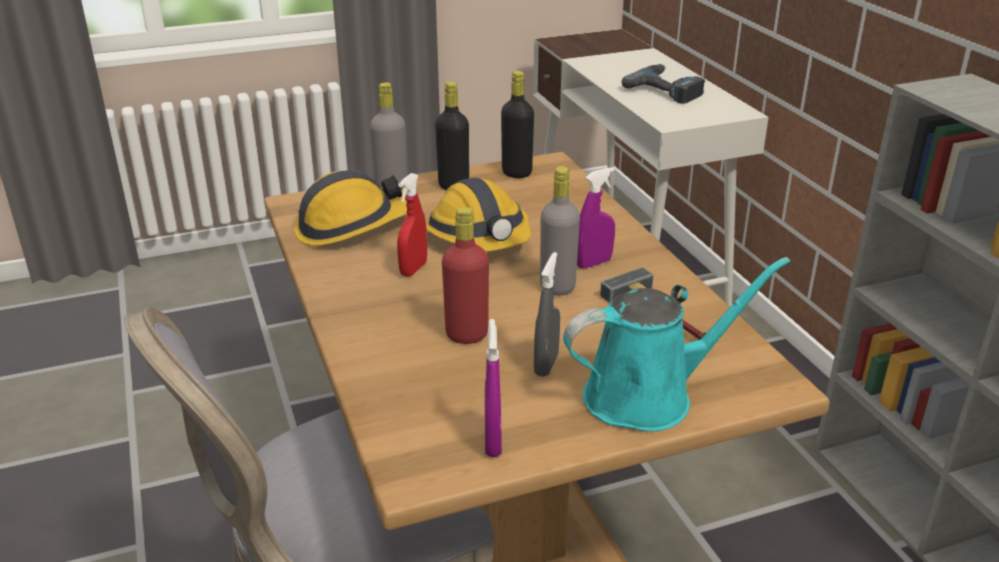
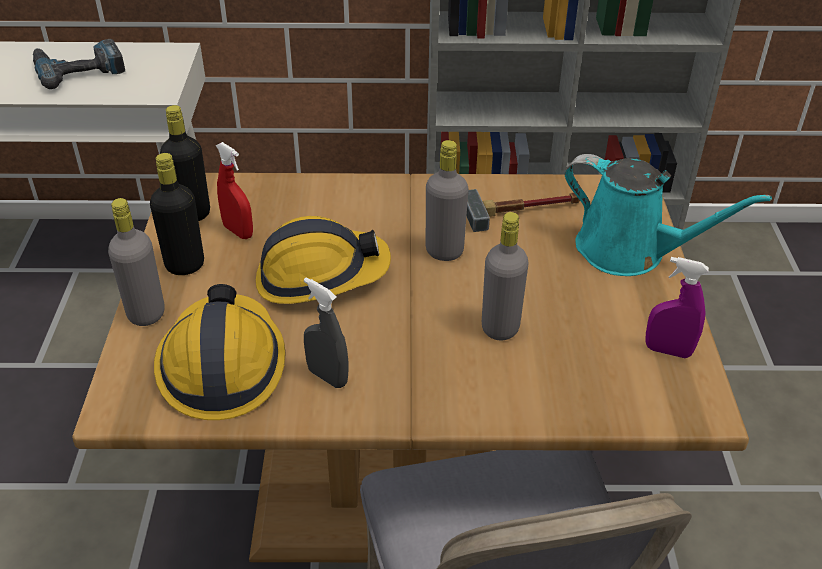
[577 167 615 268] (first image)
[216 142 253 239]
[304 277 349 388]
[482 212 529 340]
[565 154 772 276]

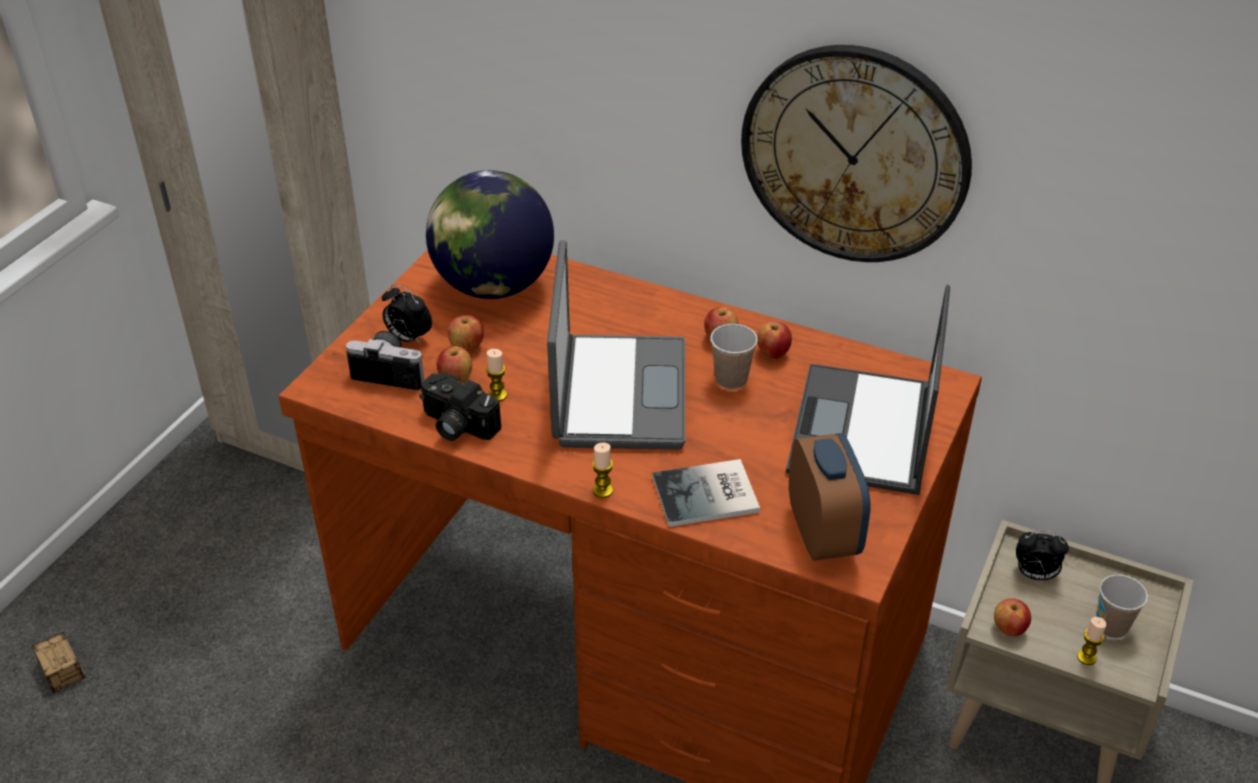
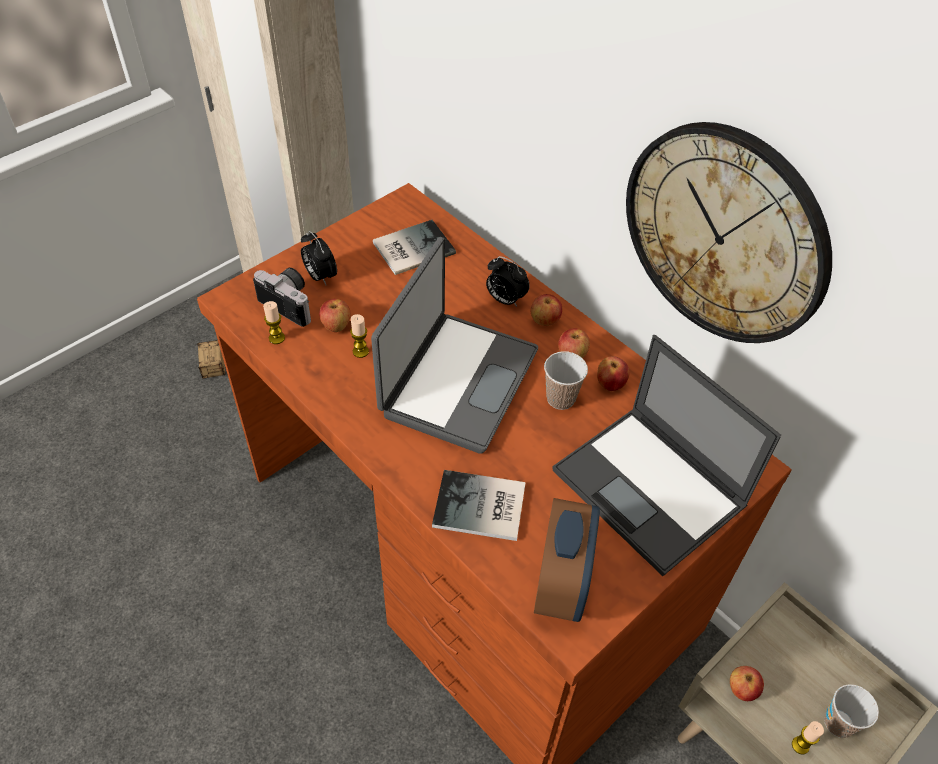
[420 372 501 441] (first image)
[197 340 225 379]
[531 294 562 326]
[263 301 285 344]
[486 256 530 307]
[373 220 456 275]
[552 335 781 576]

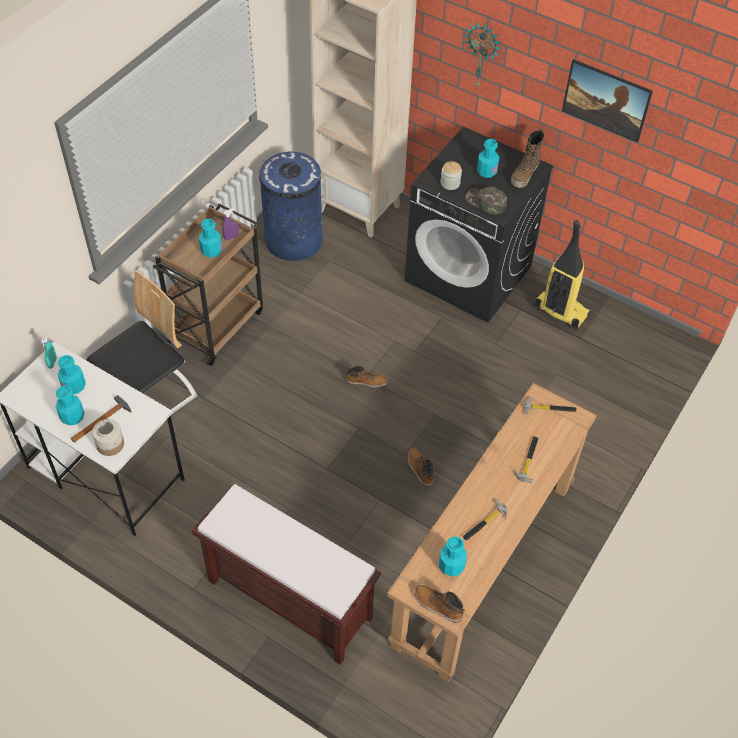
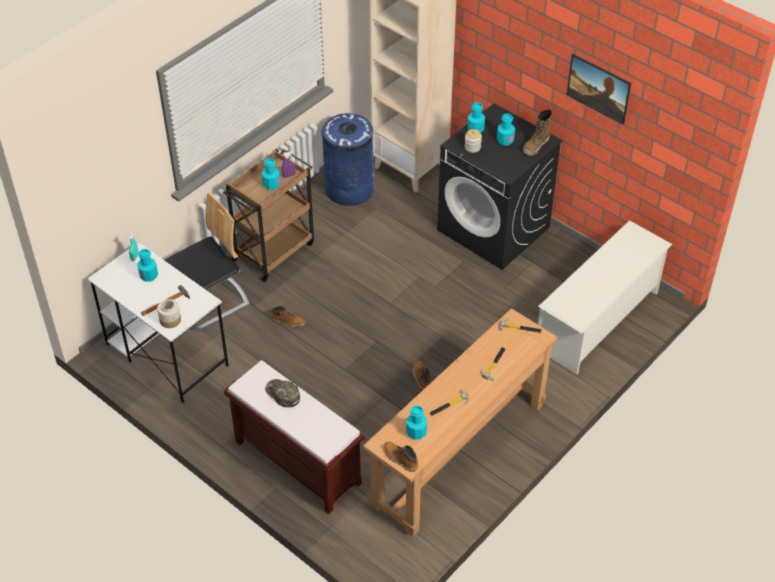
[463 22 501 89] (first image)
[533 220 591 330] (first image)
[538 220 672 374]
[467 102 485 133]
[270 306 306 327]
[265 379 300 408]

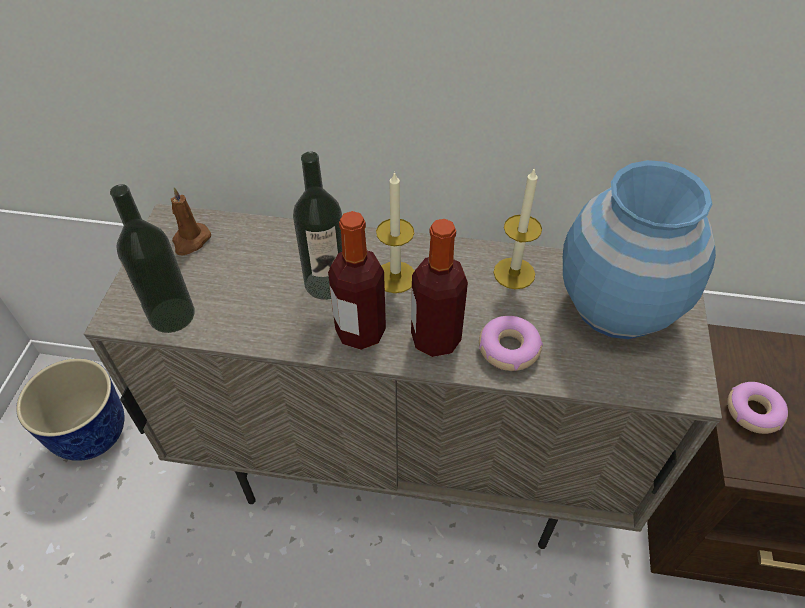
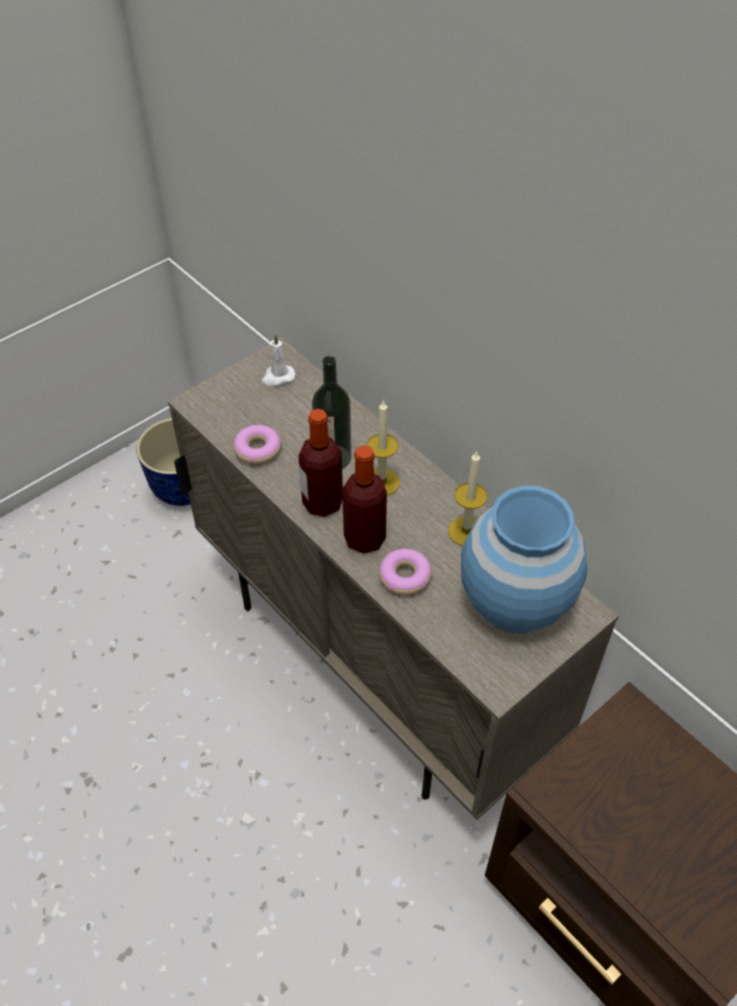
[110 184 194 333] (first image)
[233 425 282 465]
[261 334 295 386]

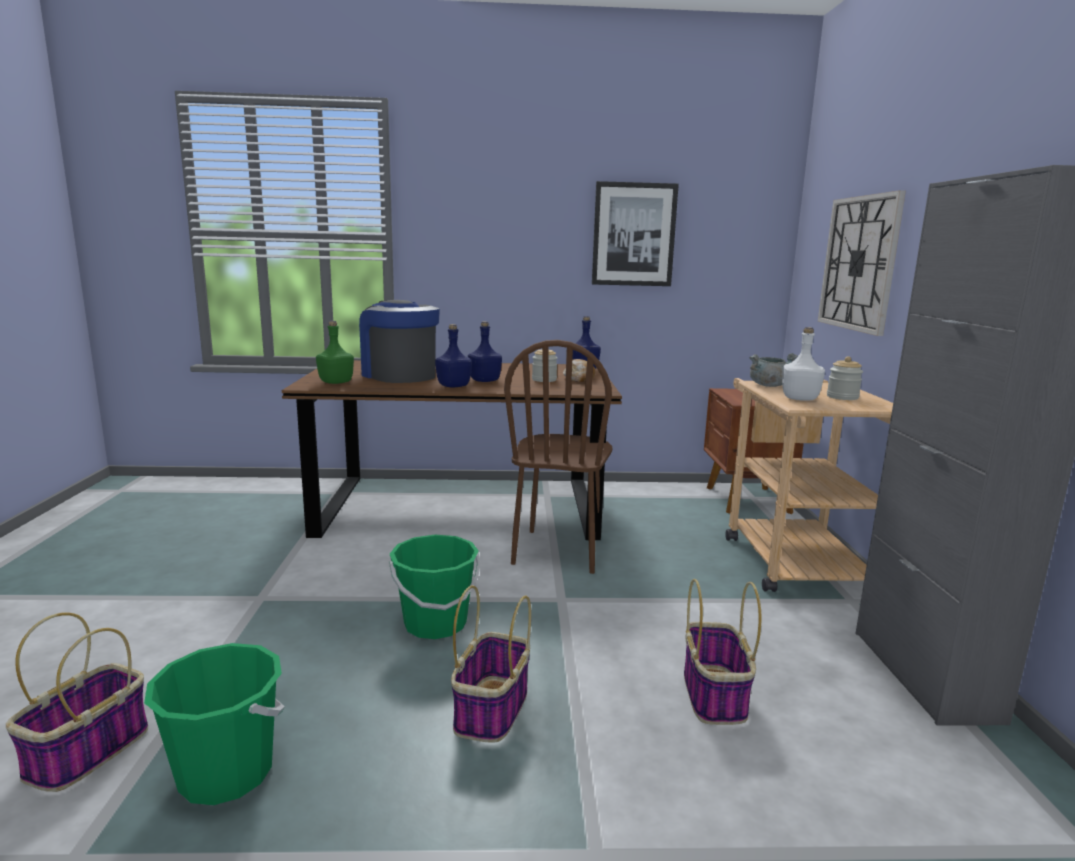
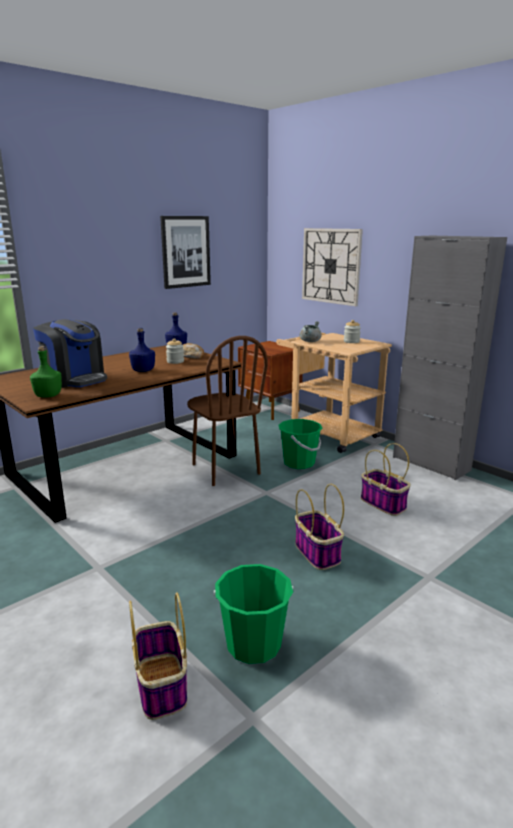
[435 324 472 387] (first image)
[782 327 825 401] (first image)
[278 419 322 469]
[33 319 107 388]

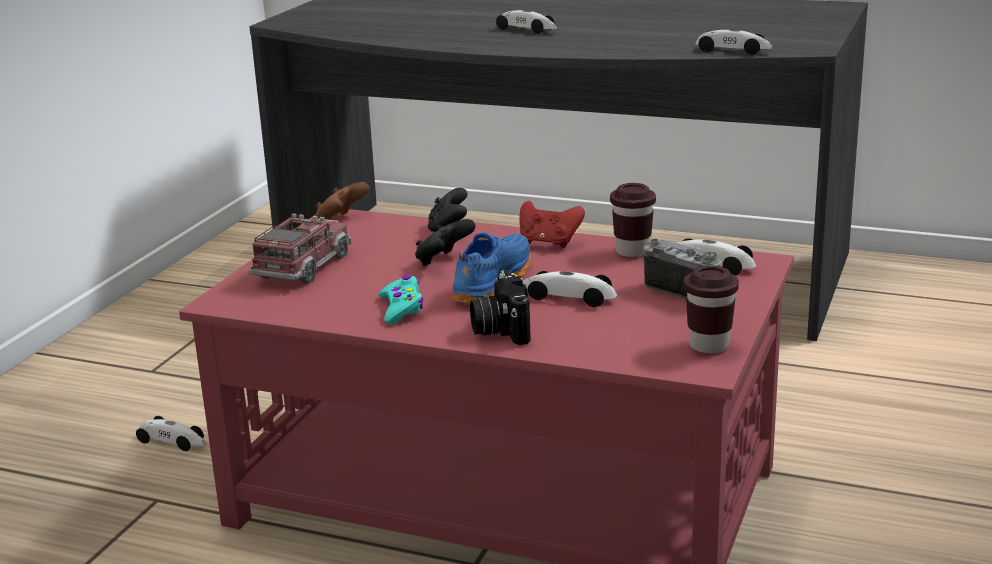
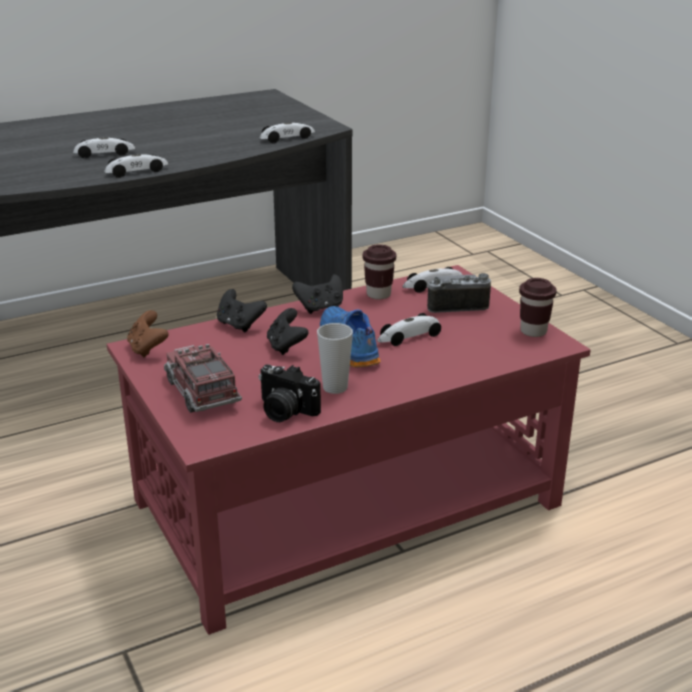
[104 154 169 178]
[259 364 321 422]
[317 323 353 394]
[292 274 343 314]

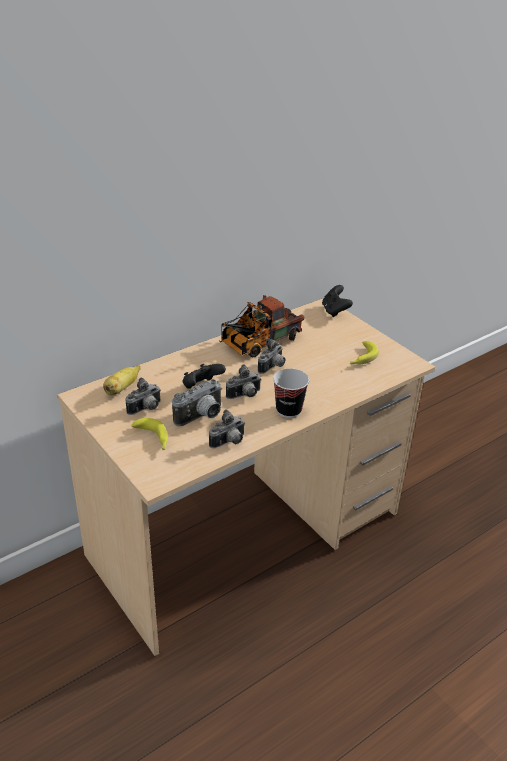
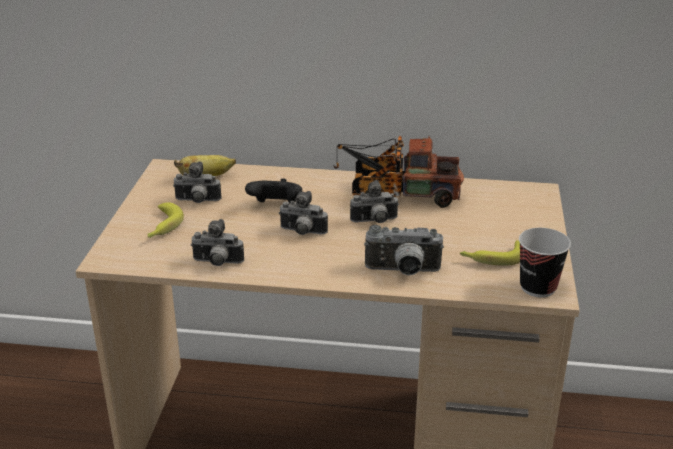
[322 285 353 317] (first image)
[364 225 444 276]
[519 228 571 297]

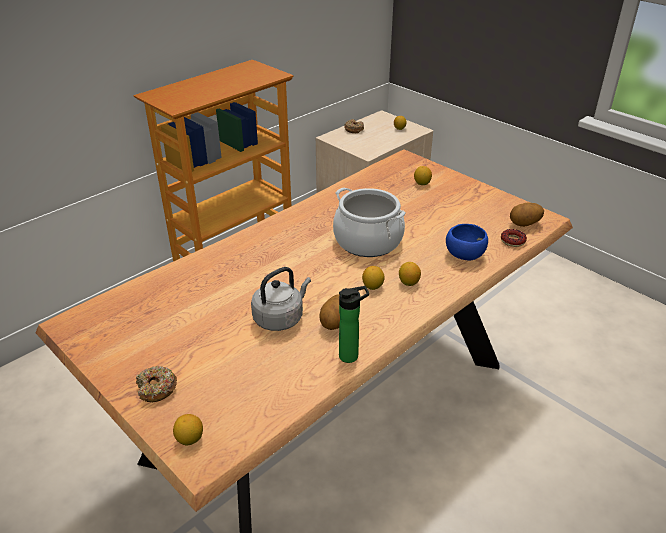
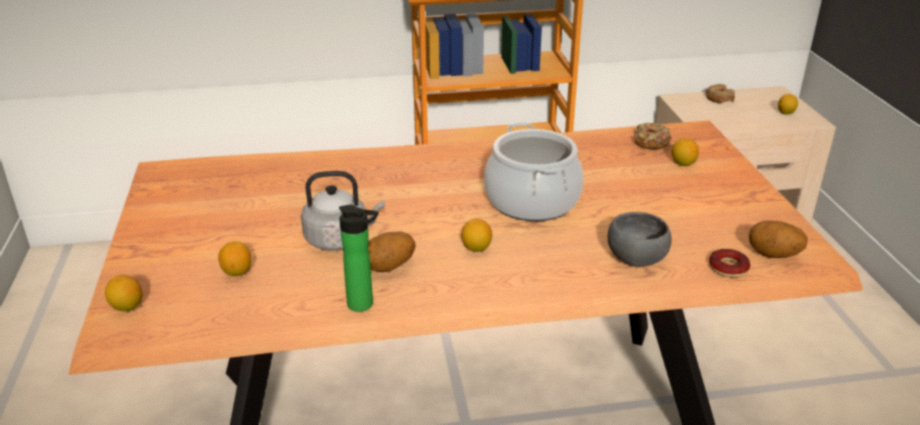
[634 123 672 149]
[218 241 252 276]
[608 212 672 267]

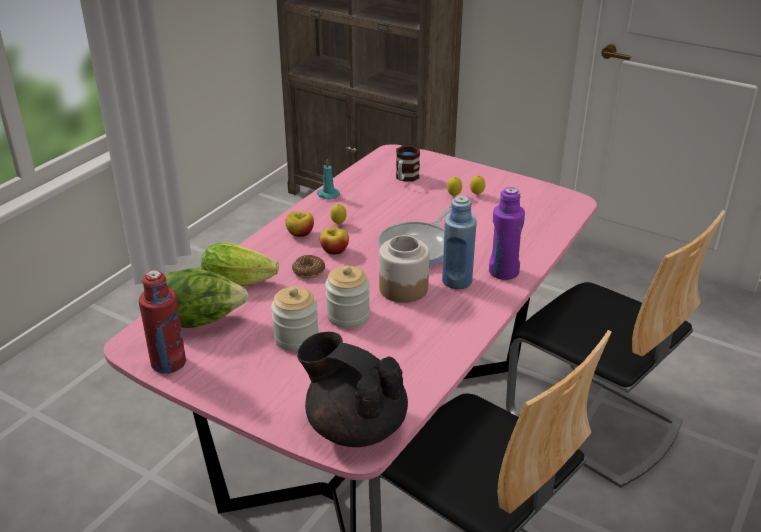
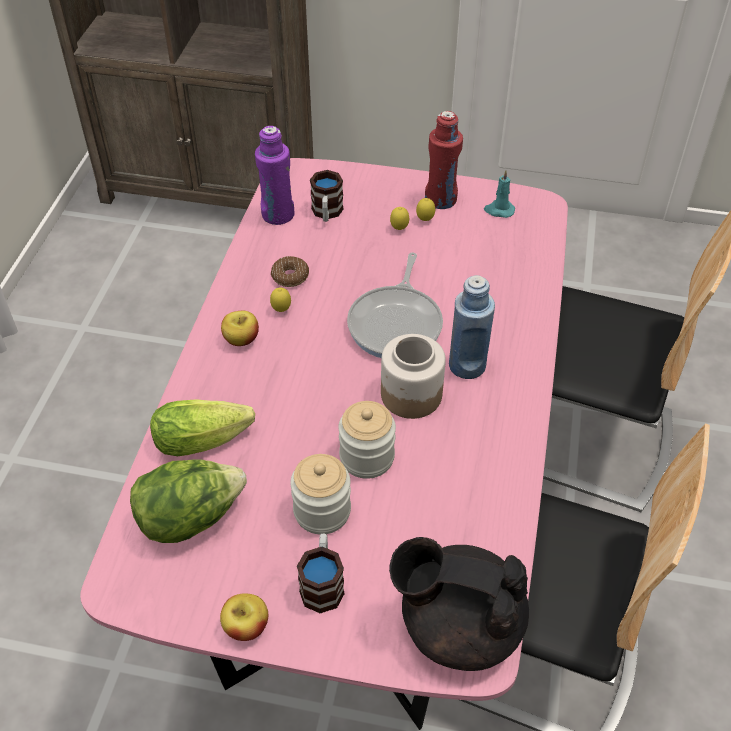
[297 533 345 613]
[425 111 463 209]
[271 256 309 287]
[484 170 515 218]
[220 593 268 641]
[255 126 294 225]

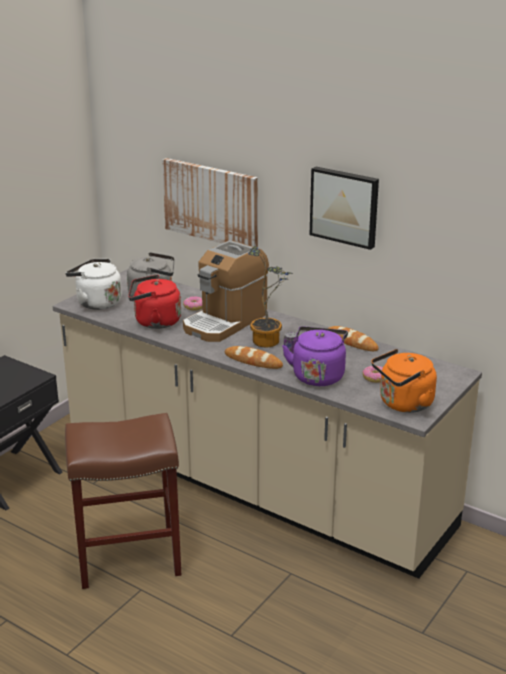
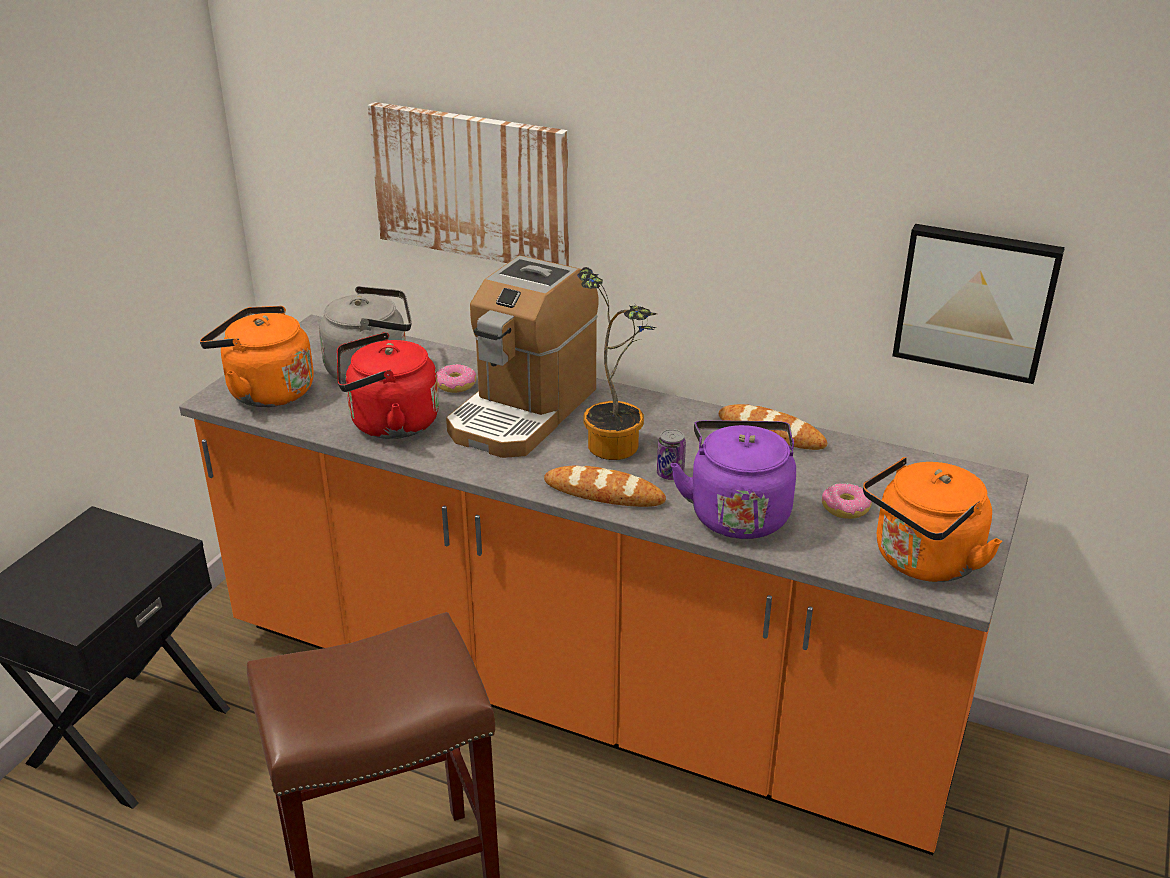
[892 224 1065 384]
[179 315 1029 855]
[200 306 314 407]

